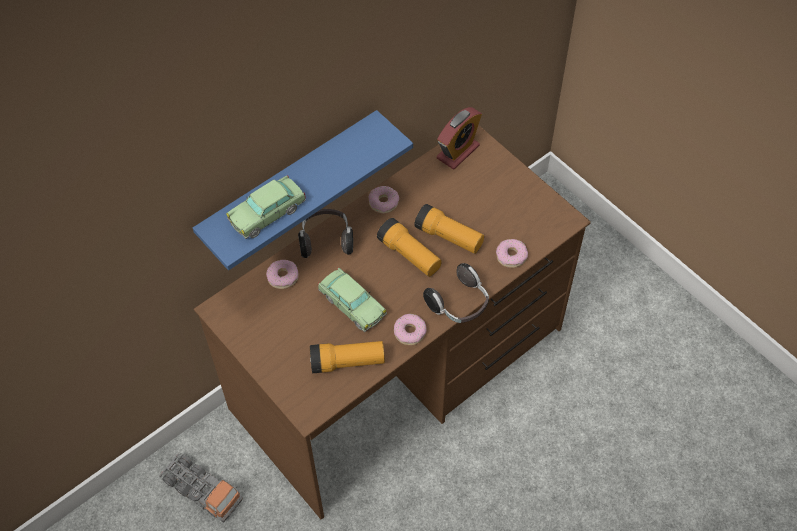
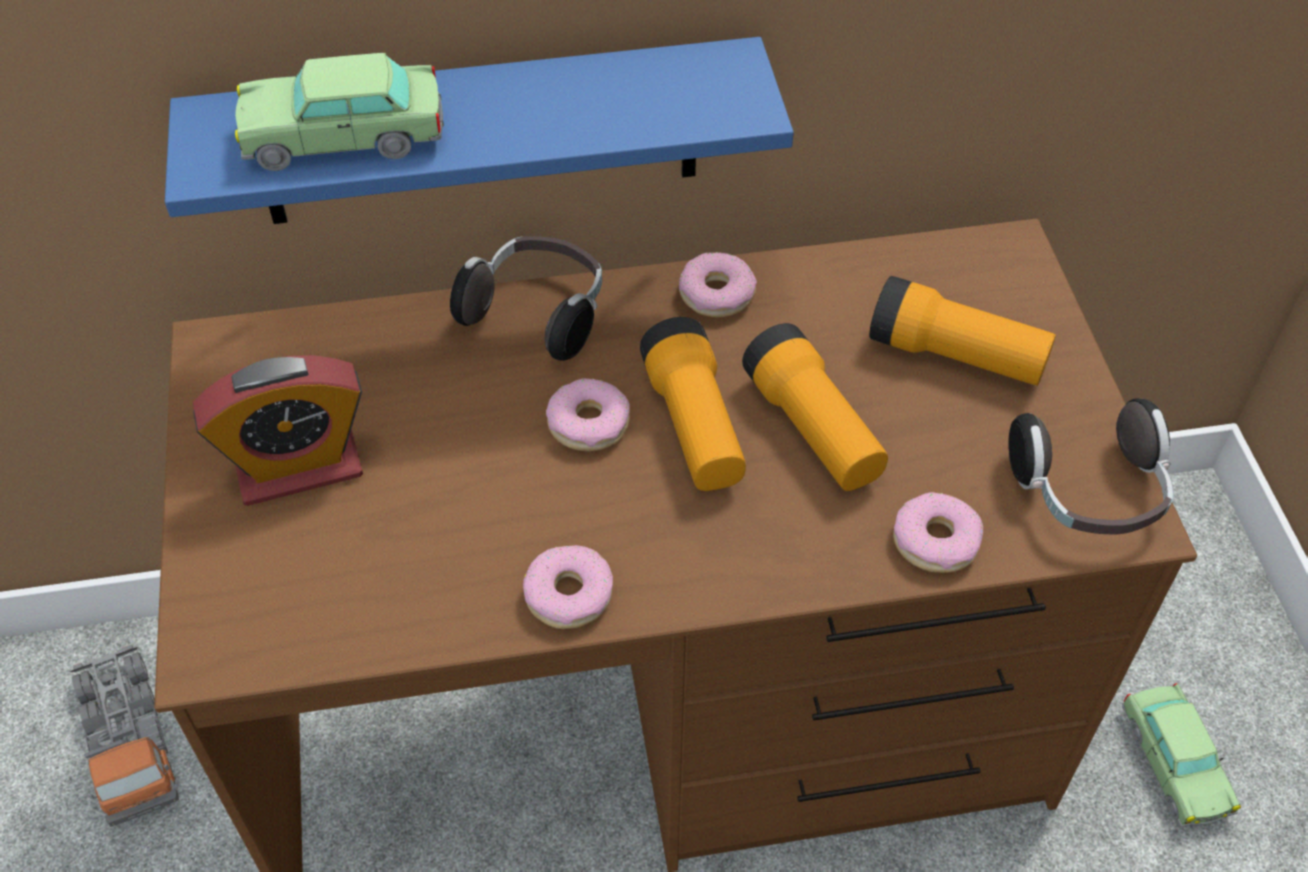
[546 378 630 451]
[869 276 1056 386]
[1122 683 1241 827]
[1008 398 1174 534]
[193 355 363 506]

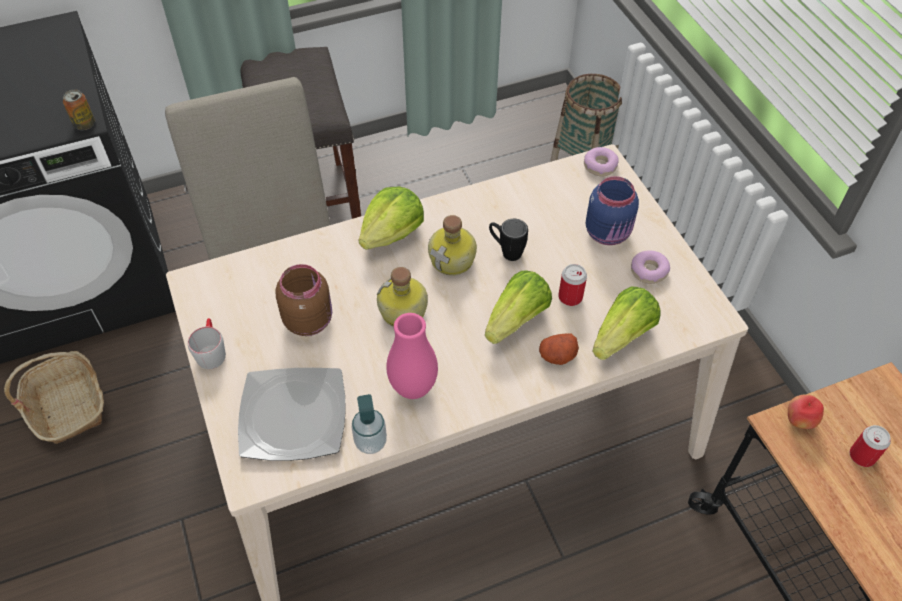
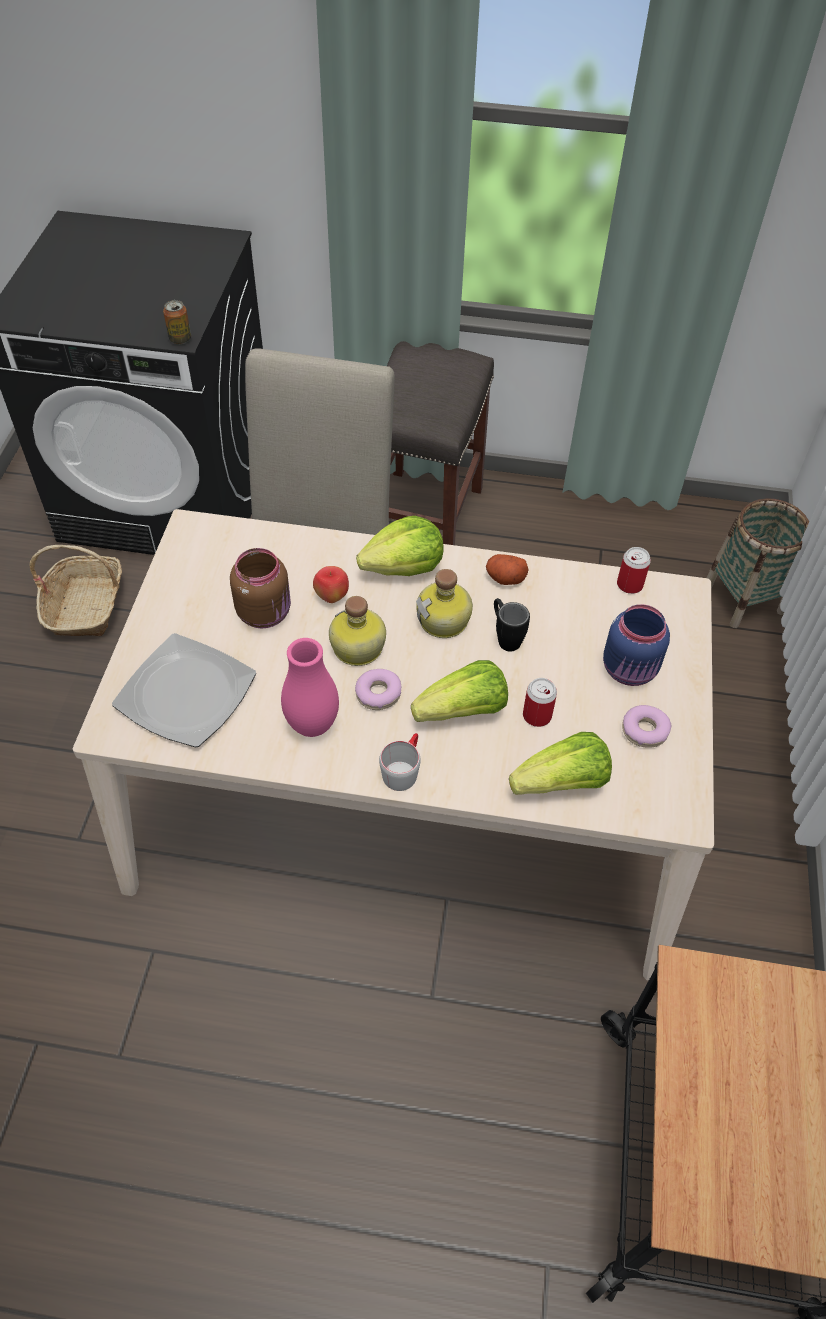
[352 394 387 454] (first image)
[379 733 421 791]
[486 554 529 585]
[355 669 401 710]
[313 566 349 603]
[617 547 651 594]

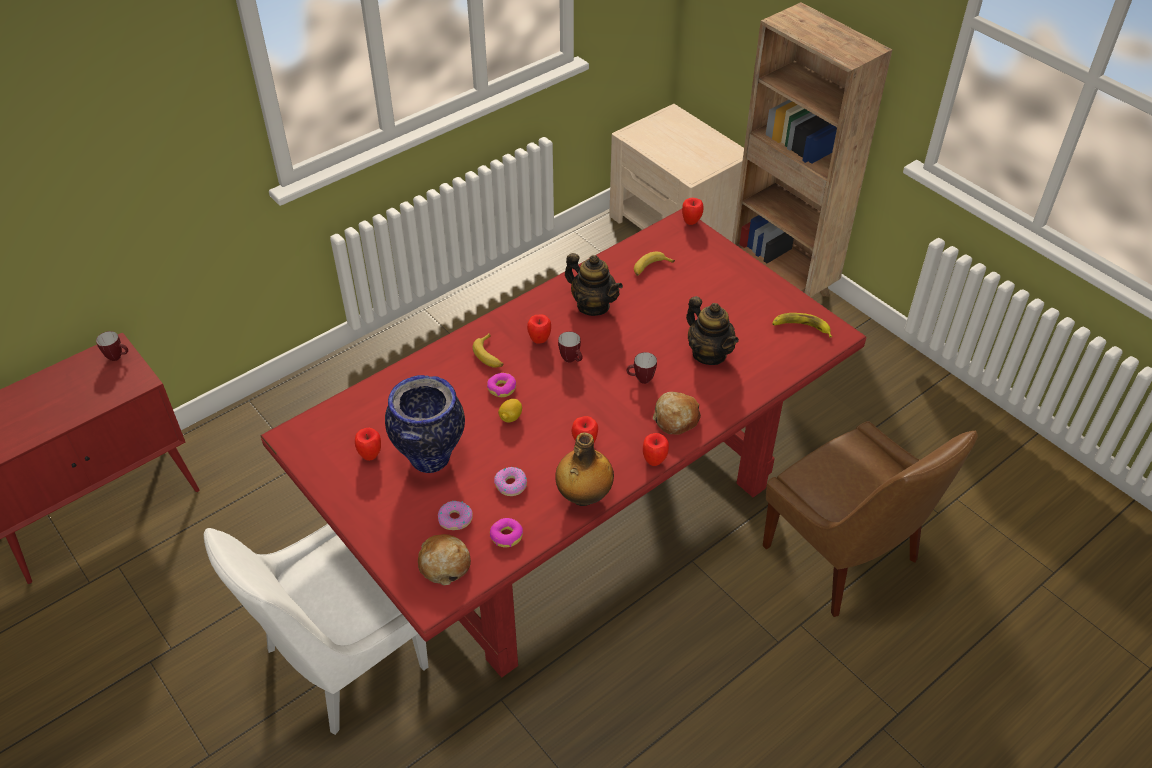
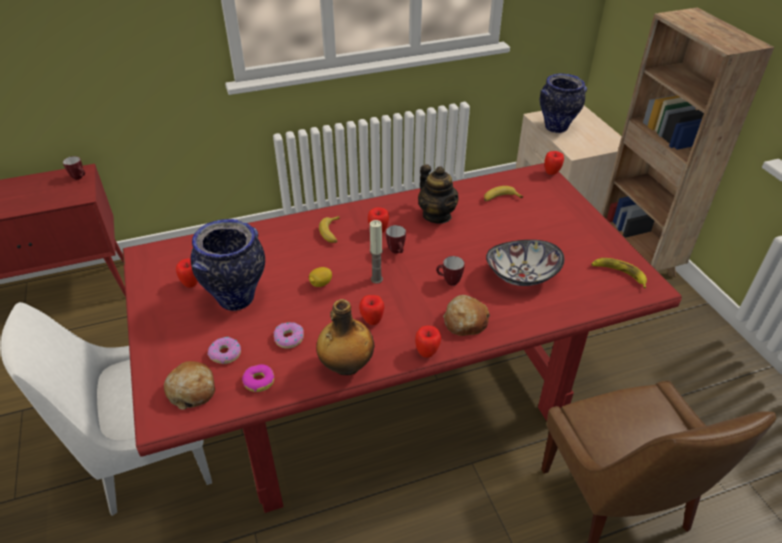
[487 373 516 397] (first image)
[370 220 383 284]
[540 74 587 133]
[486 240 564 286]

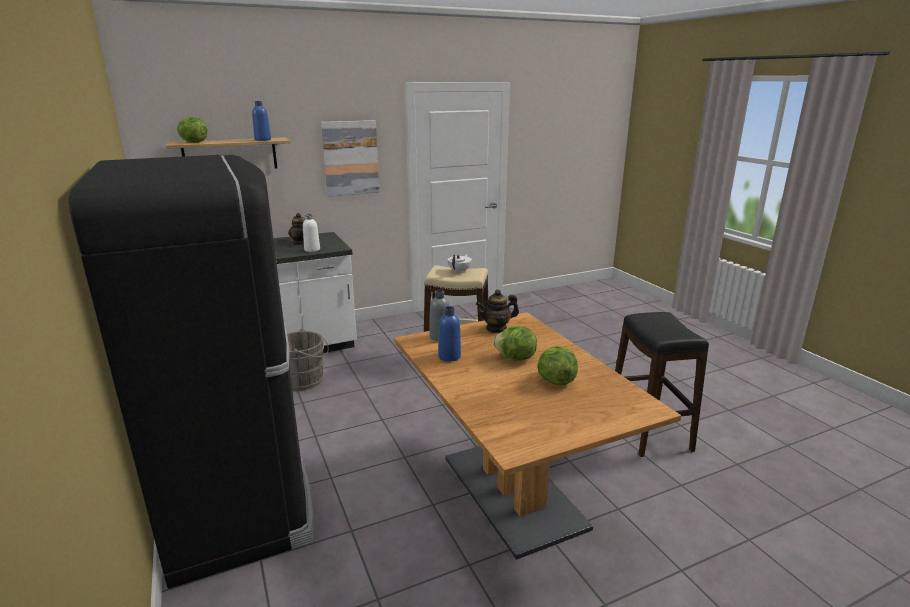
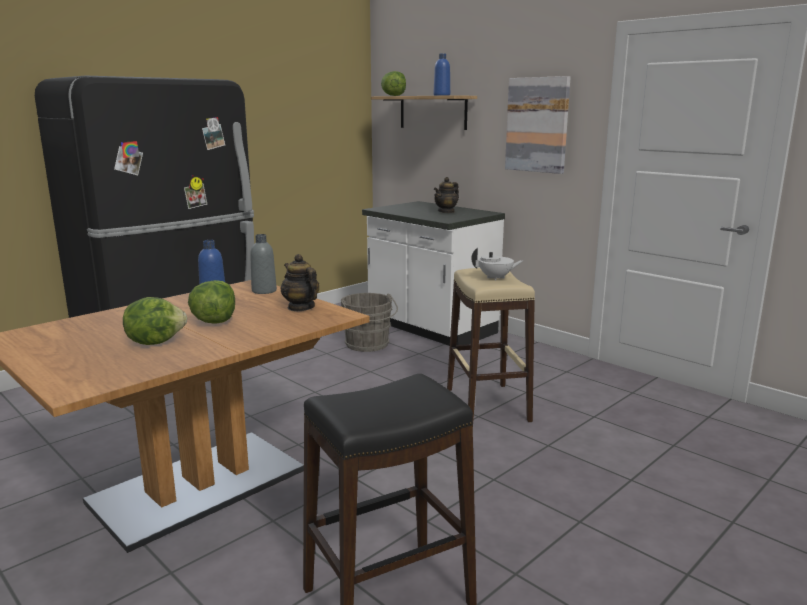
[303 214 320 252] (first image)

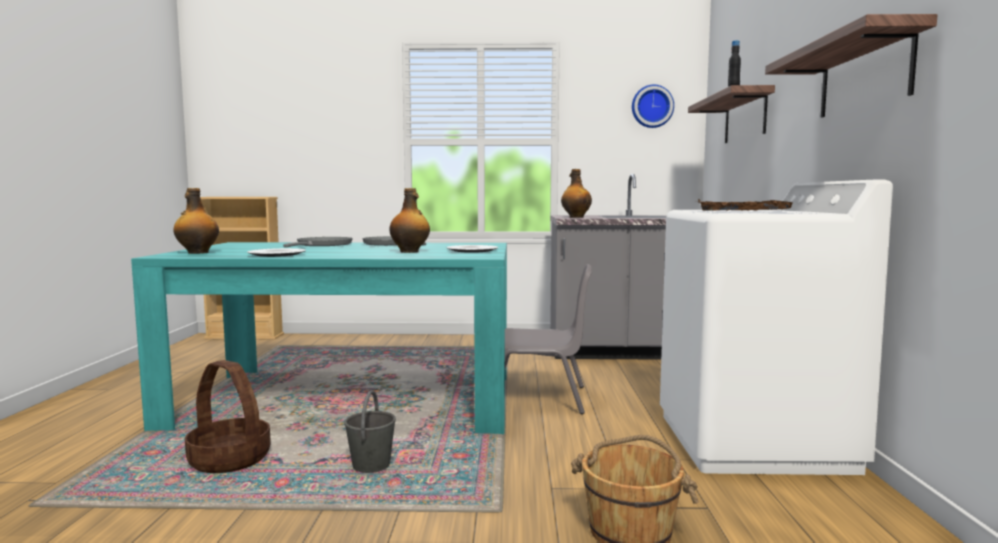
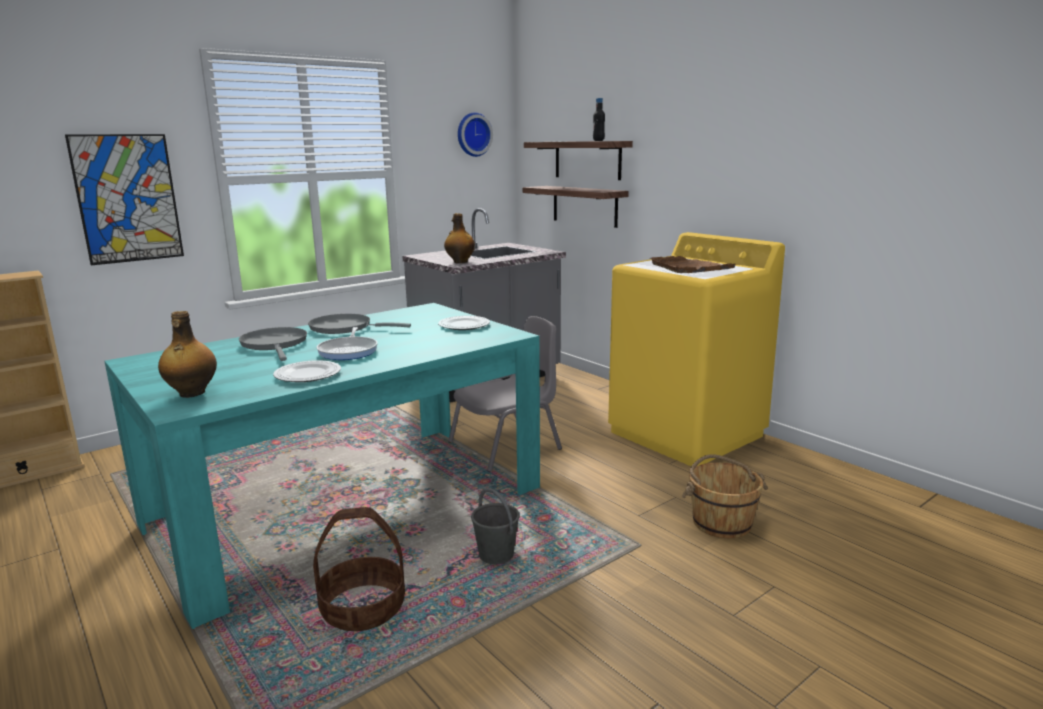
[389 188 430 253] (first image)
[65 134 184 265]
[316 327 378 360]
[522 186 629 228]
[608 232 785 466]

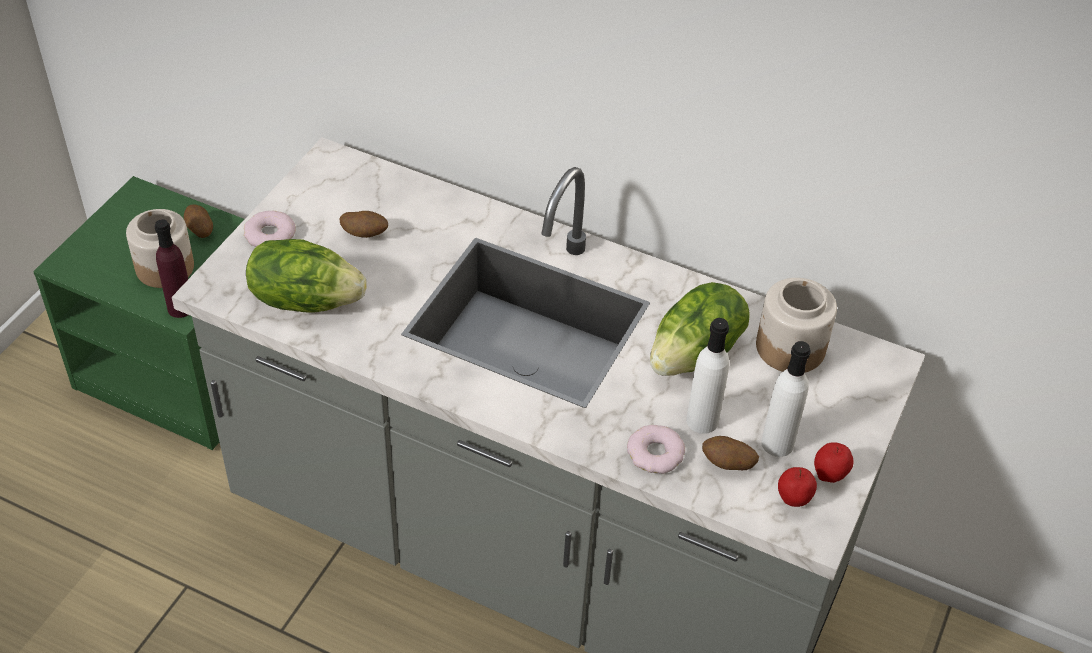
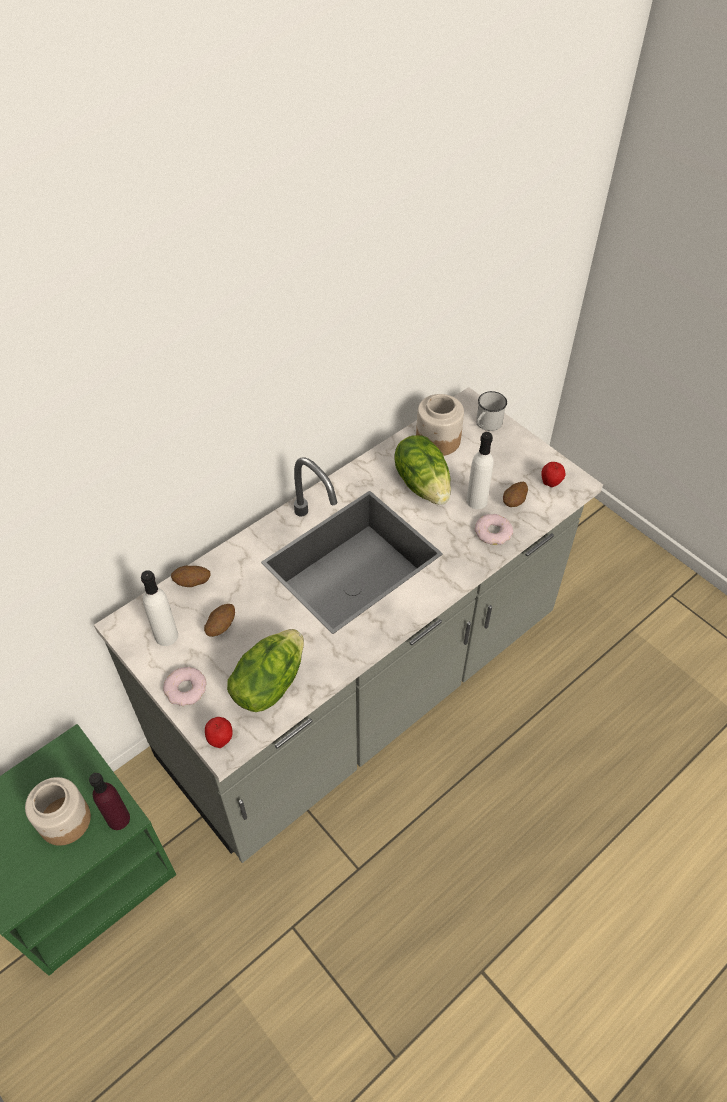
[476 391 507 431]
[171 566 211 587]
[141 570 178 646]
[205 717 233 748]

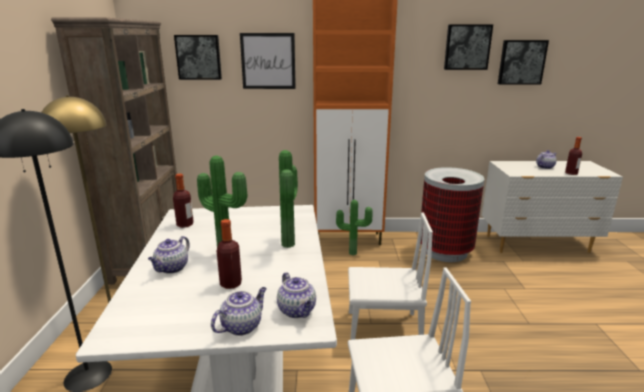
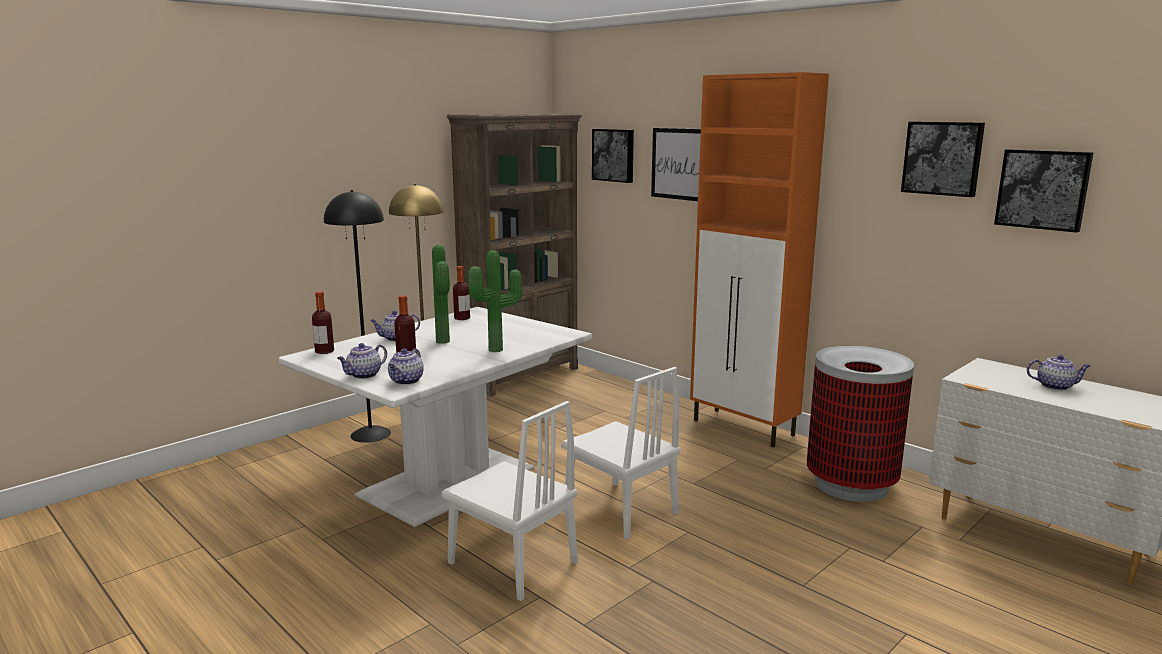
[336 200 372 255] (first image)
[312 291 334 354]
[337 343 387 379]

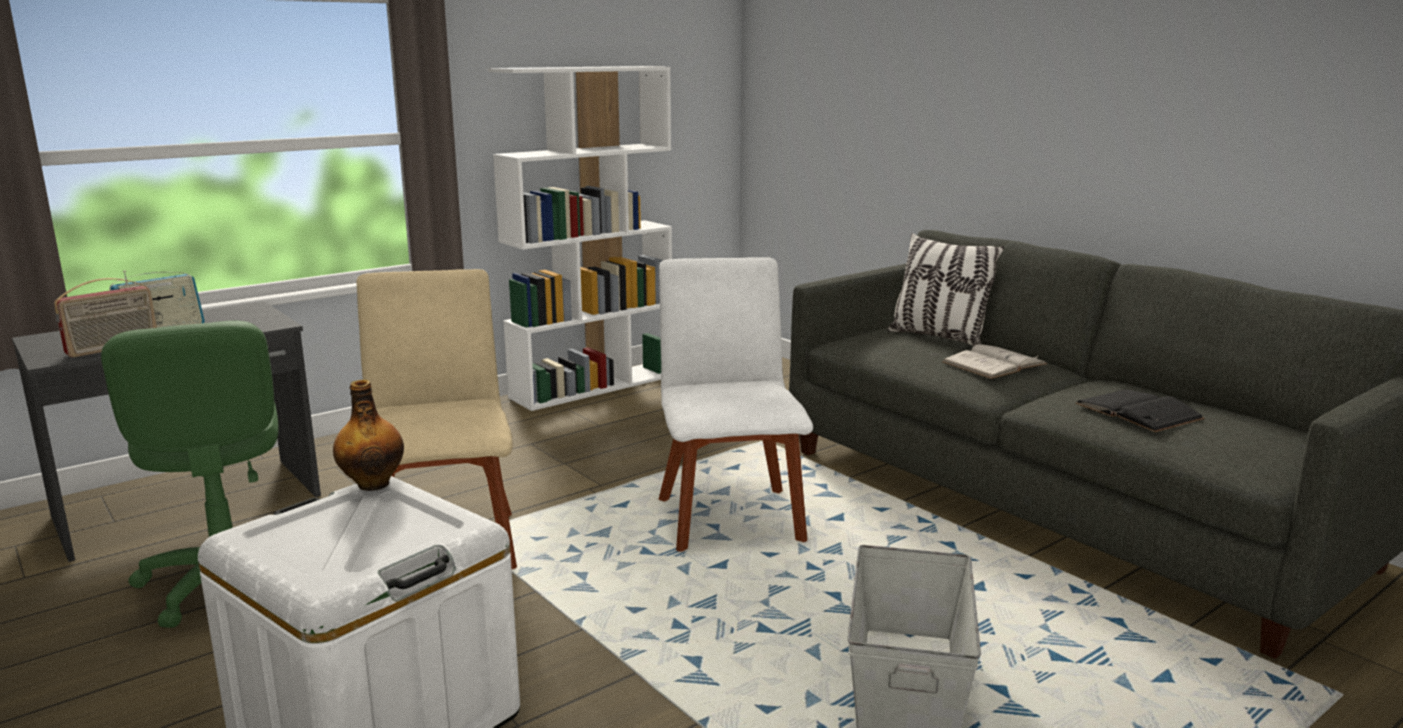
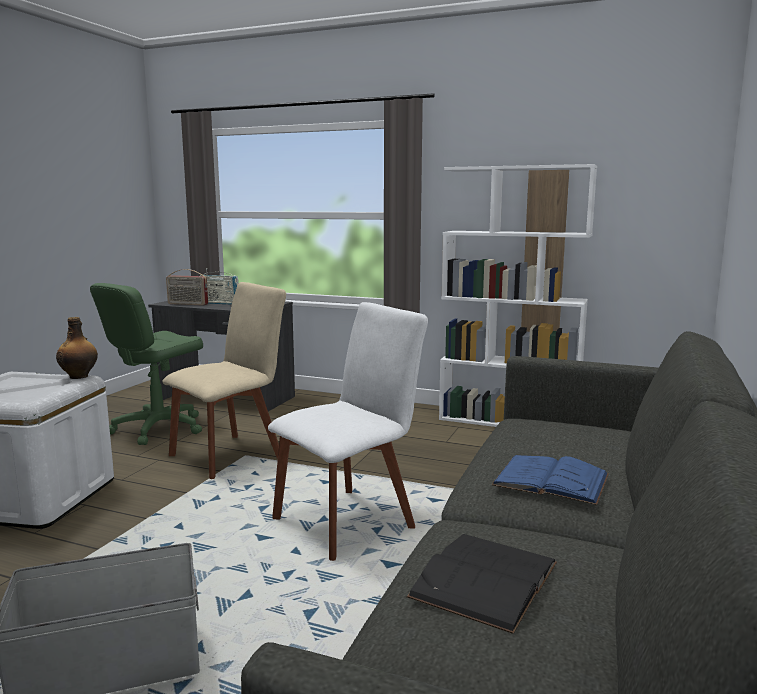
[887 233 1004 346] (first image)
[491 455 609 505]

